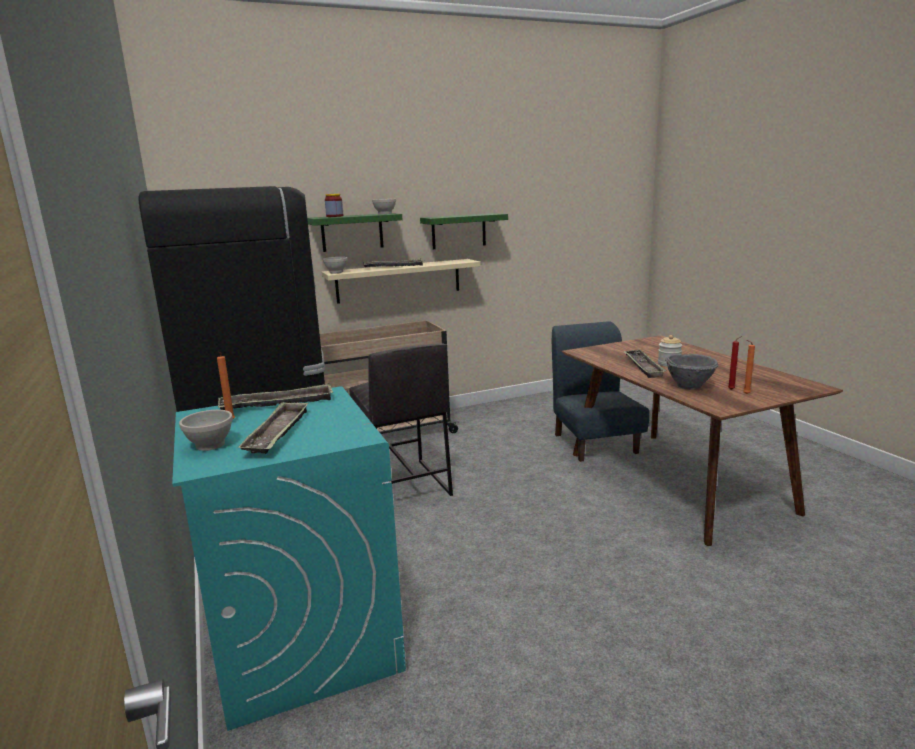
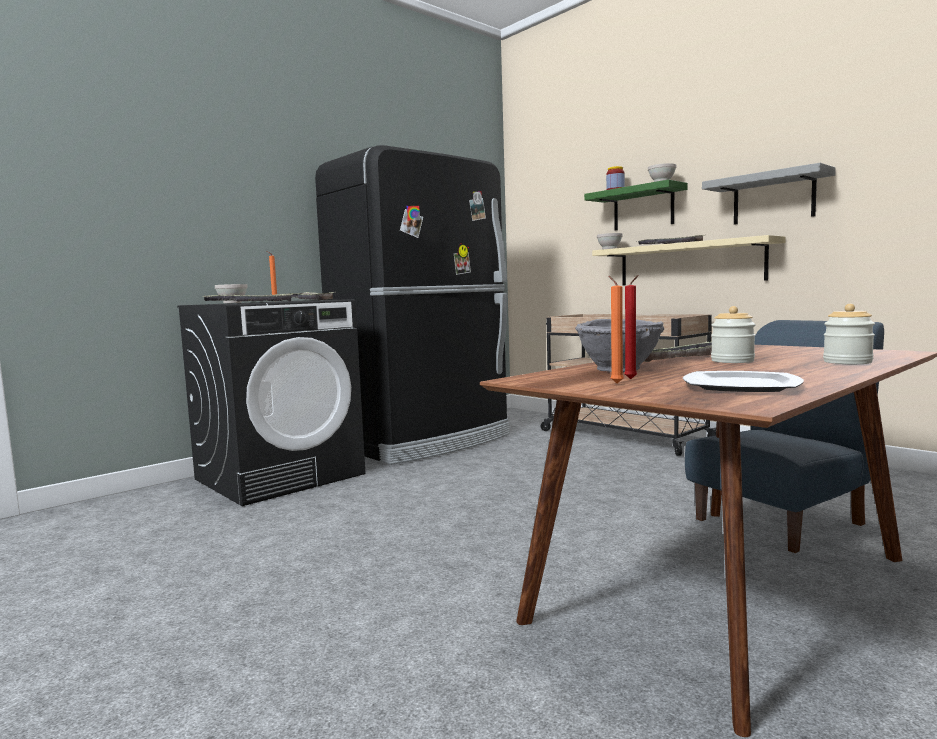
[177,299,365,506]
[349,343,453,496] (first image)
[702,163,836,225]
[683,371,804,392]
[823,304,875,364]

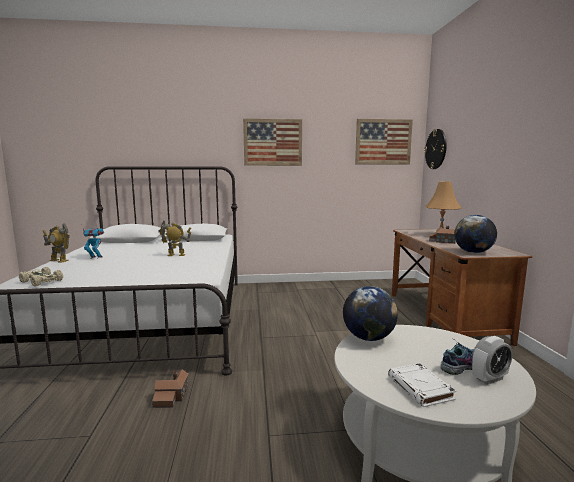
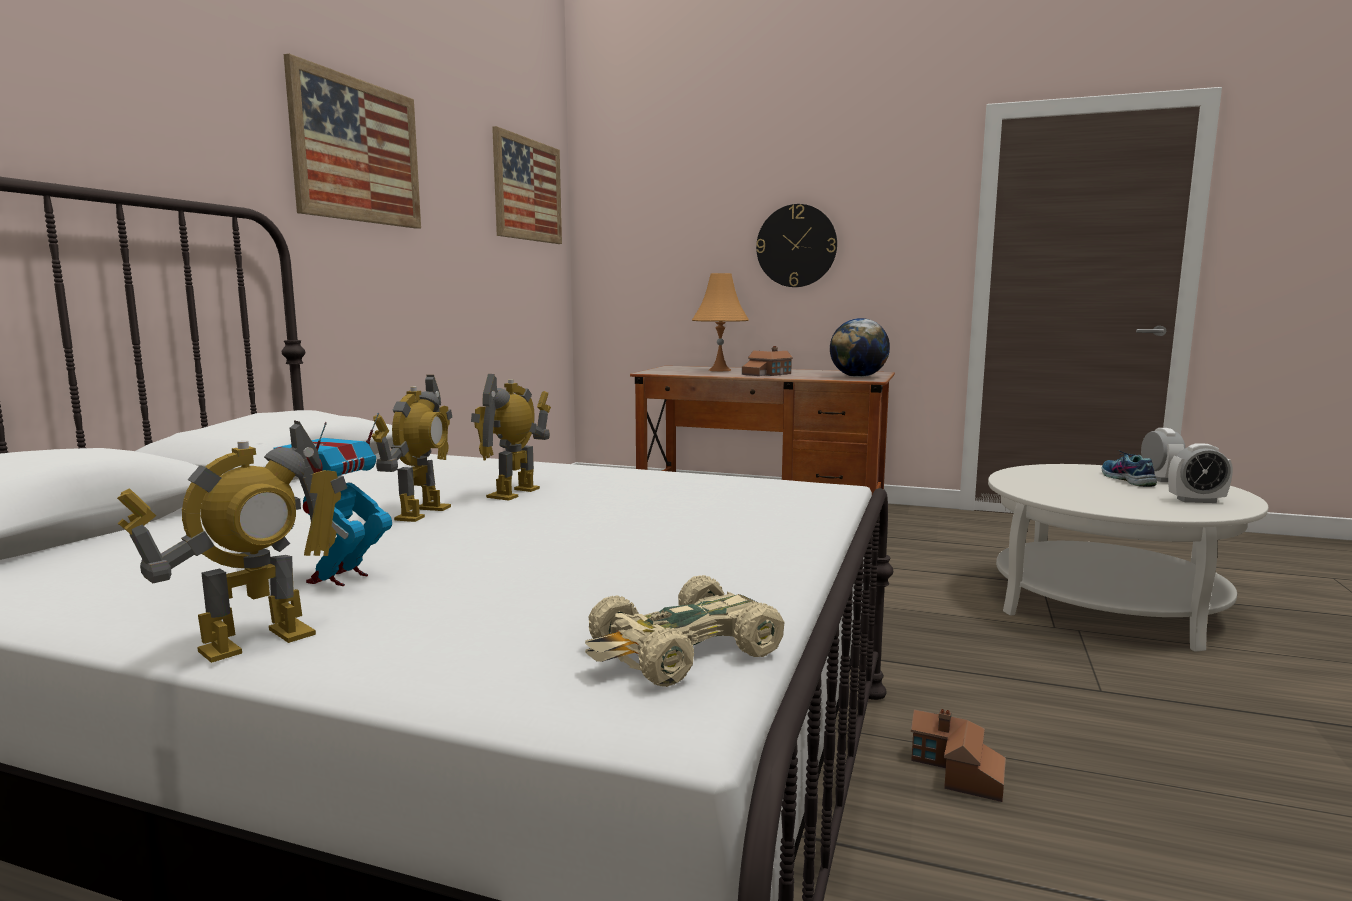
[343,286,398,341] (first image)
[1168,443,1233,503]
[756,204,837,287]
[372,375,452,522]

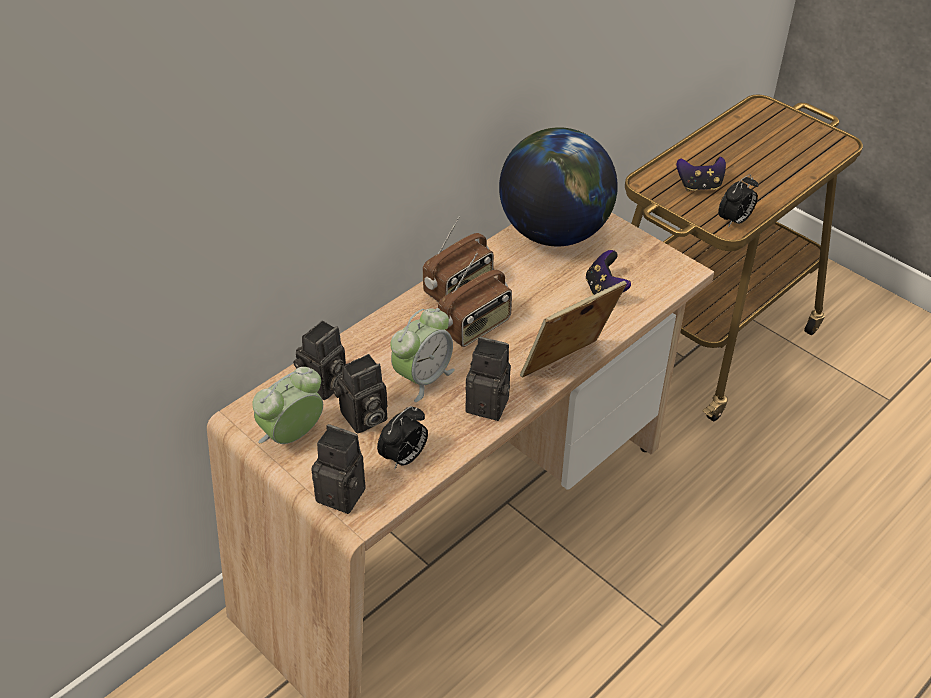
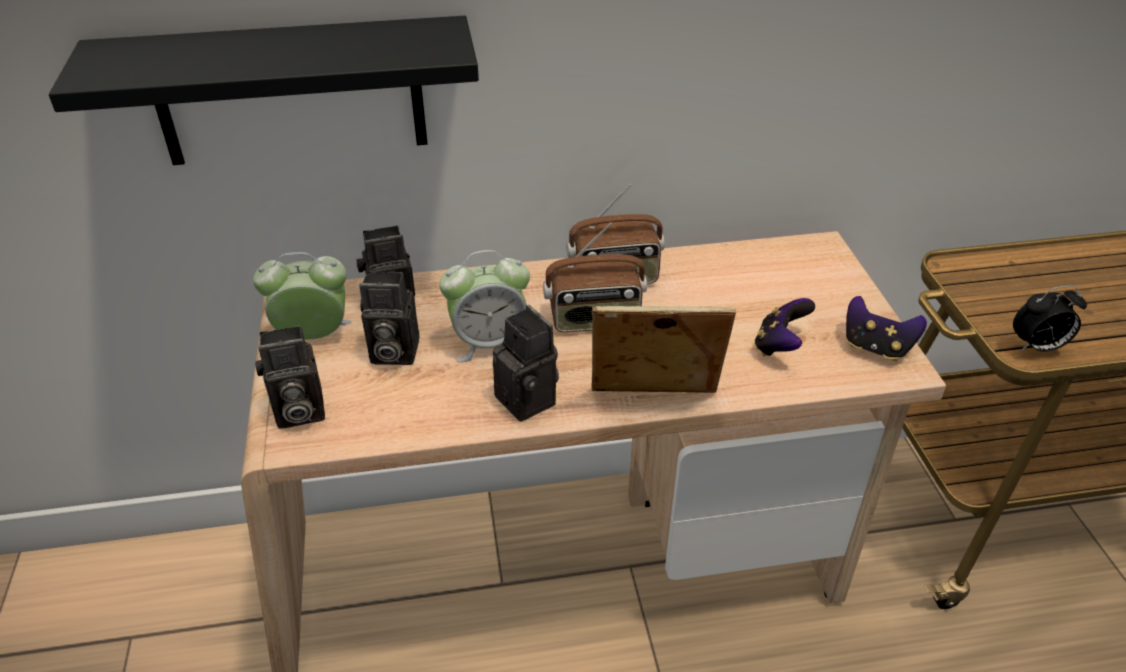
[255,325,325,428]
[377,406,428,469] (first image)
[499,127,618,246] (first image)
[846,296,927,361]
[49,16,479,165]

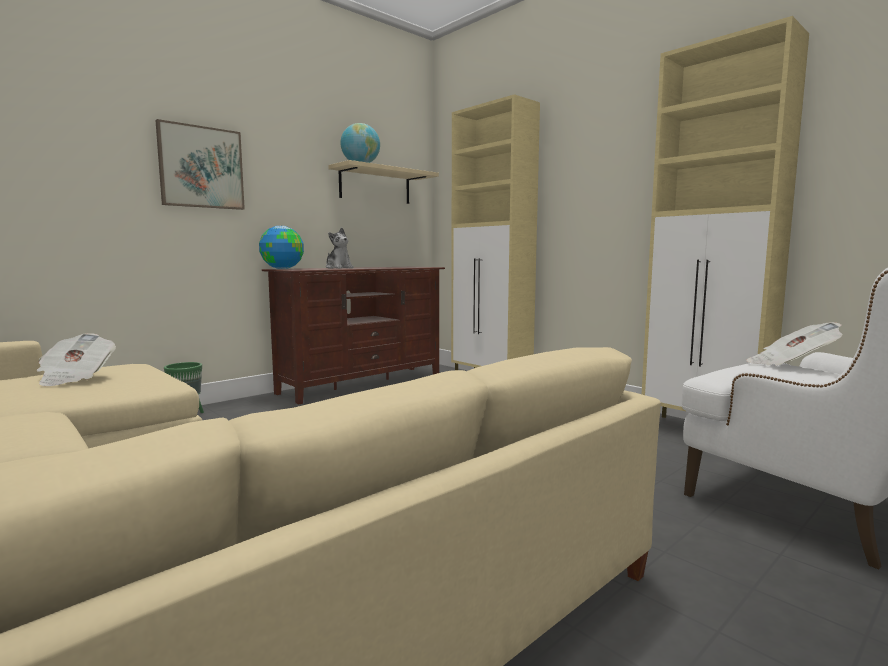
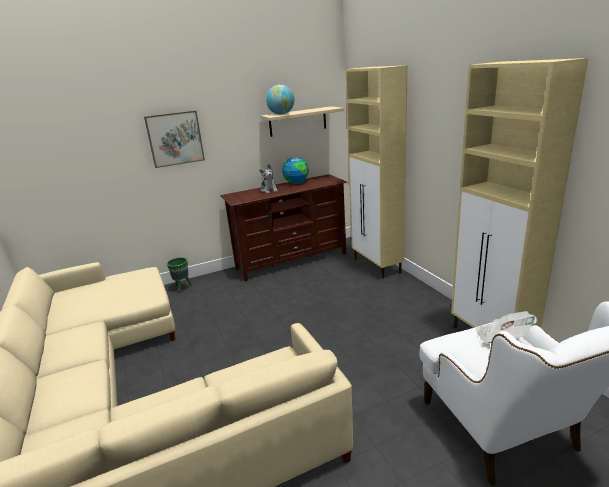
[36,333,116,386] (first image)
[282,157,309,184]

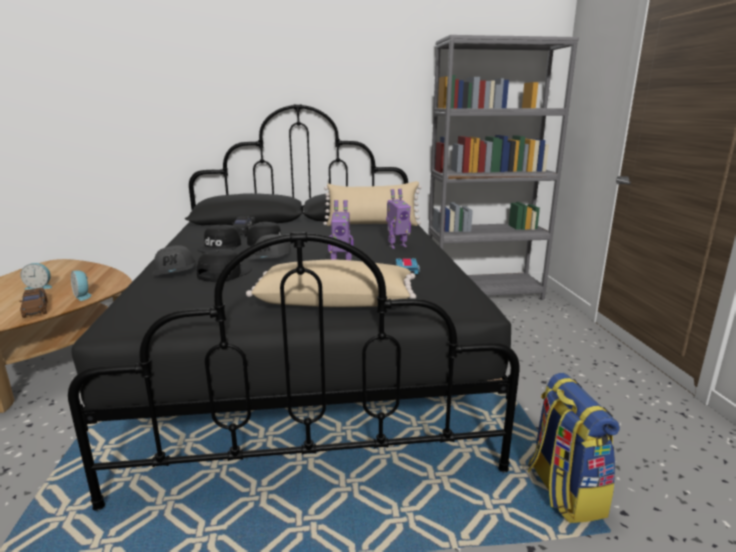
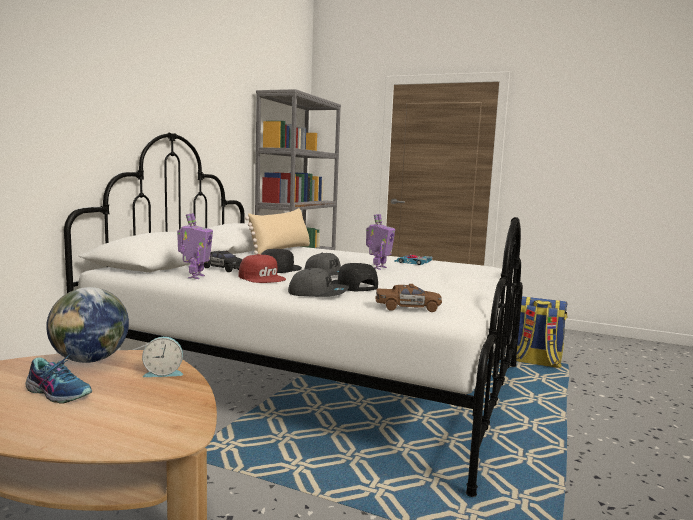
[375,284,442,312]
[25,354,92,404]
[64,133,523,497]
[239,254,286,283]
[246,259,416,307] (first image)
[177,213,213,279]
[46,287,129,363]

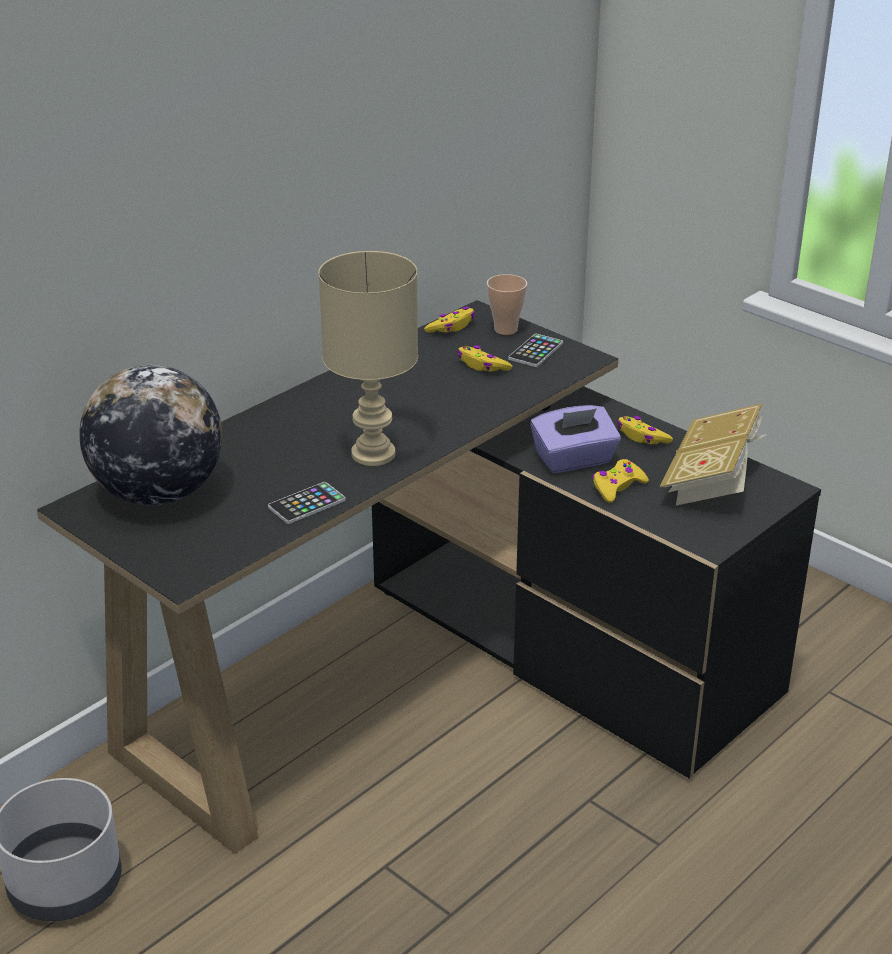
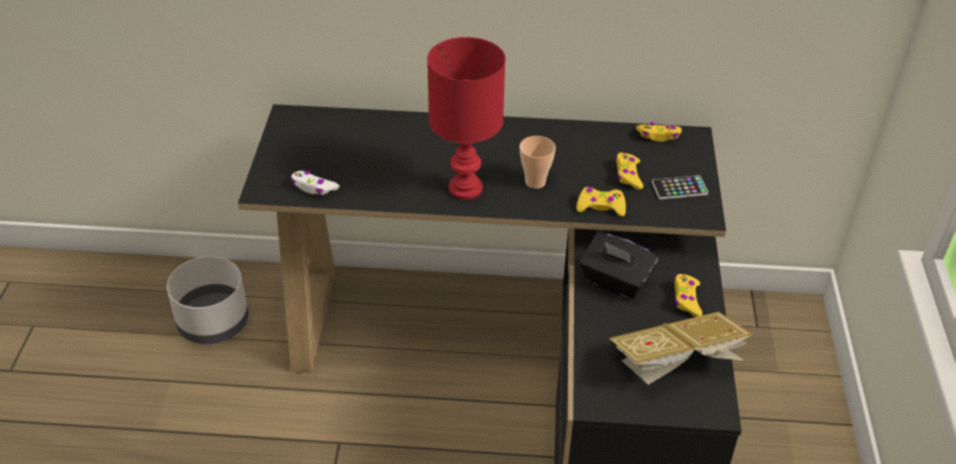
[79,365,222,506] (first image)
[268,482,346,524] (first image)
[427,37,506,200]
[519,136,556,189]
[580,233,658,299]
[576,187,626,217]
[290,171,340,195]

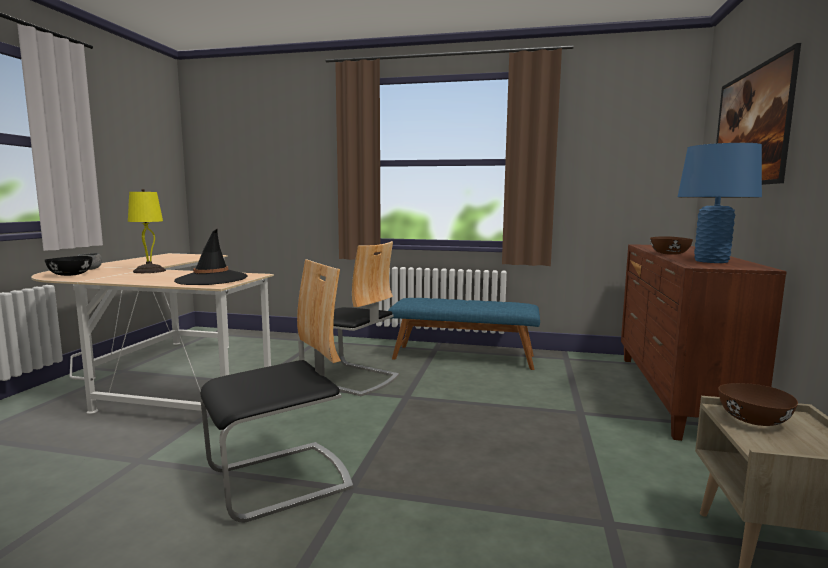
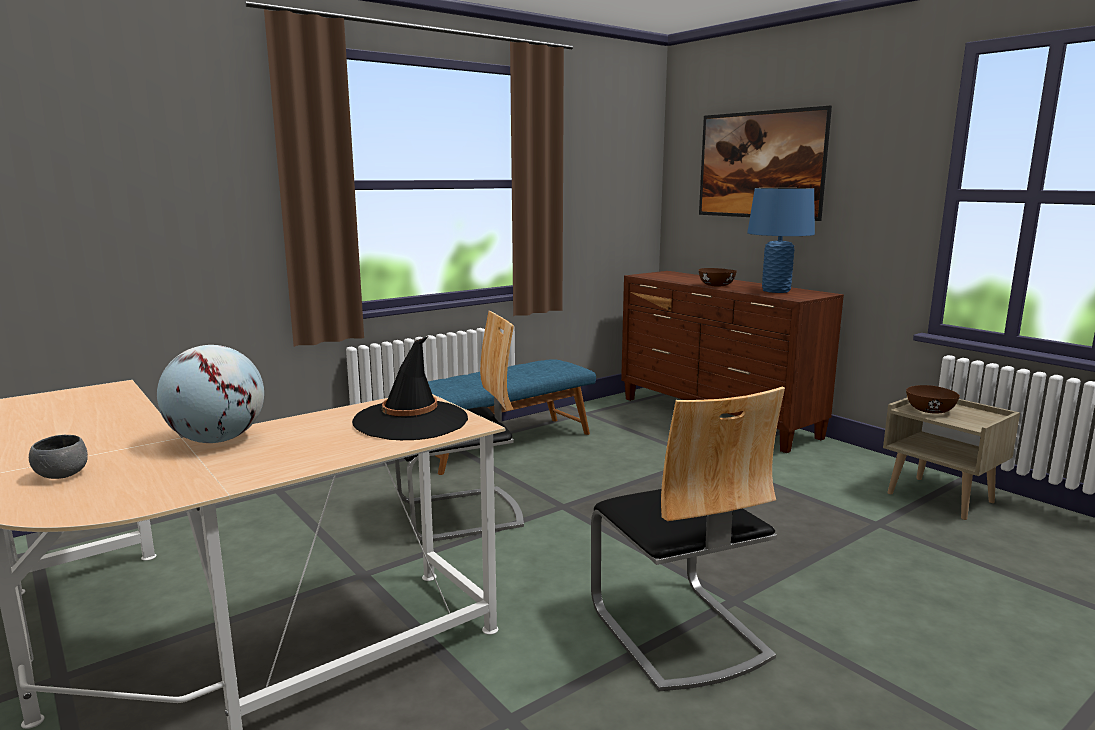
[45,256,93,276] (first image)
[157,345,264,443]
[591,387,785,691]

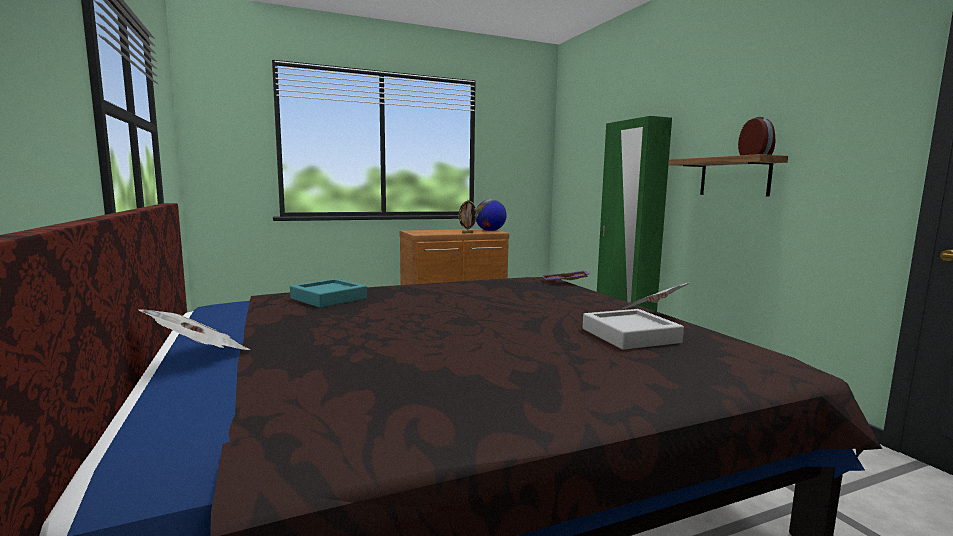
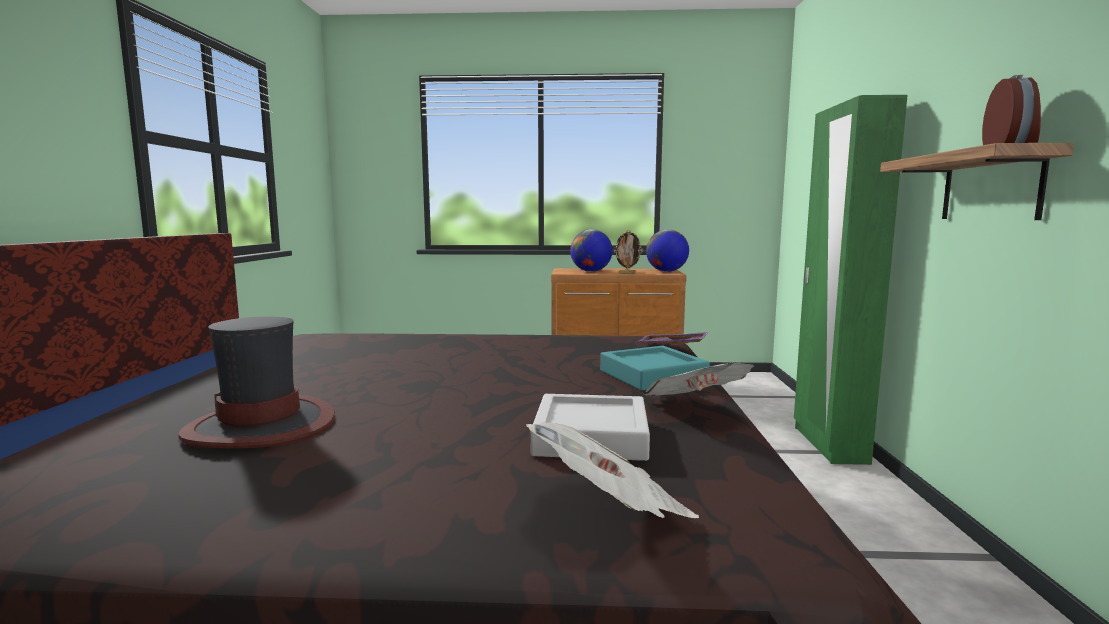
[526,422,699,518]
[600,346,710,391]
[179,316,335,448]
[570,229,613,272]

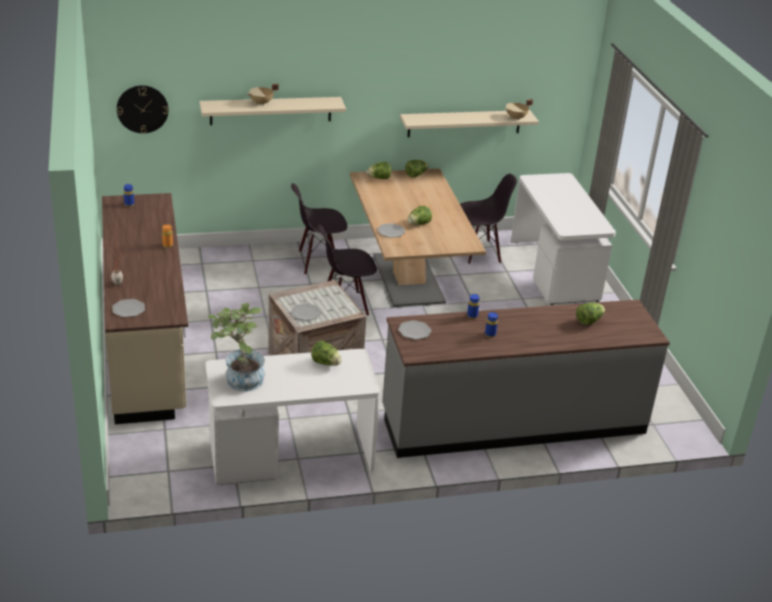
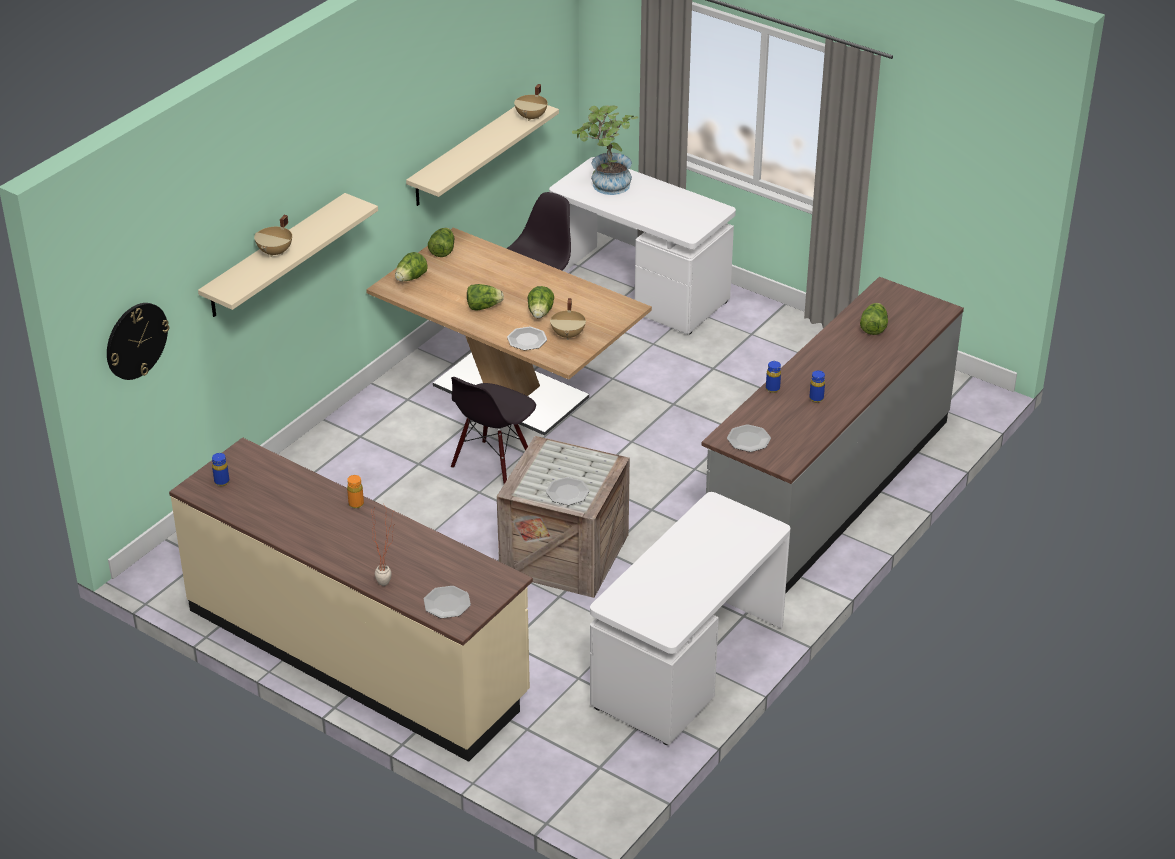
[572,105,638,195]
[291,183,347,275] (first image)
[467,284,504,311]
[550,298,586,340]

